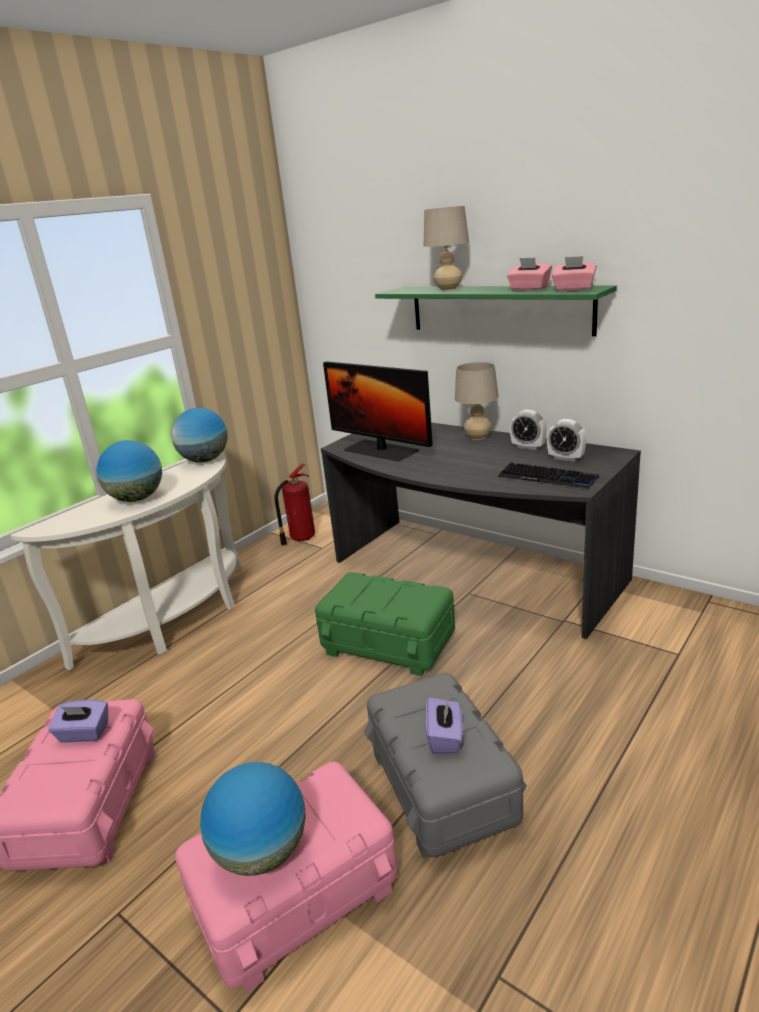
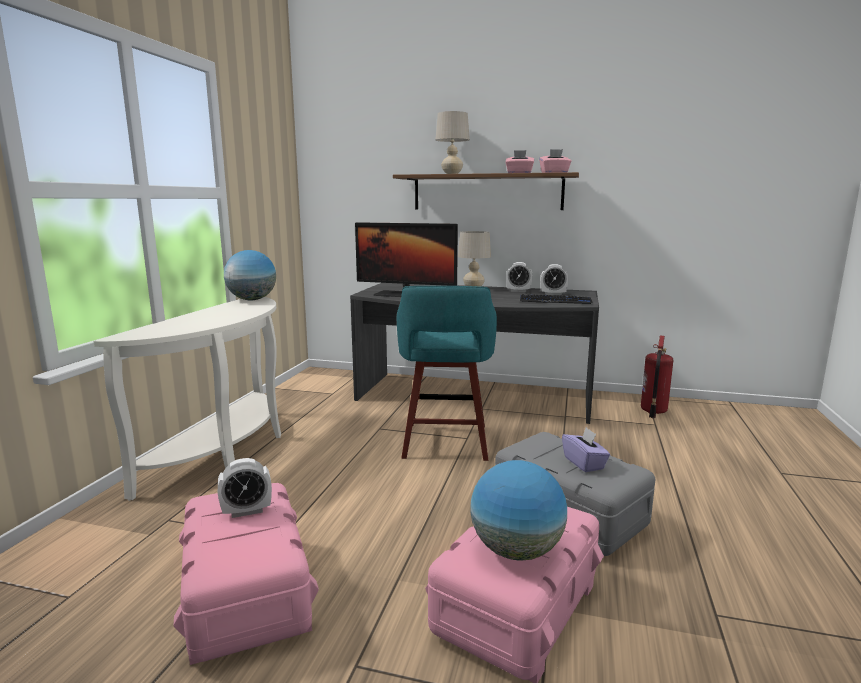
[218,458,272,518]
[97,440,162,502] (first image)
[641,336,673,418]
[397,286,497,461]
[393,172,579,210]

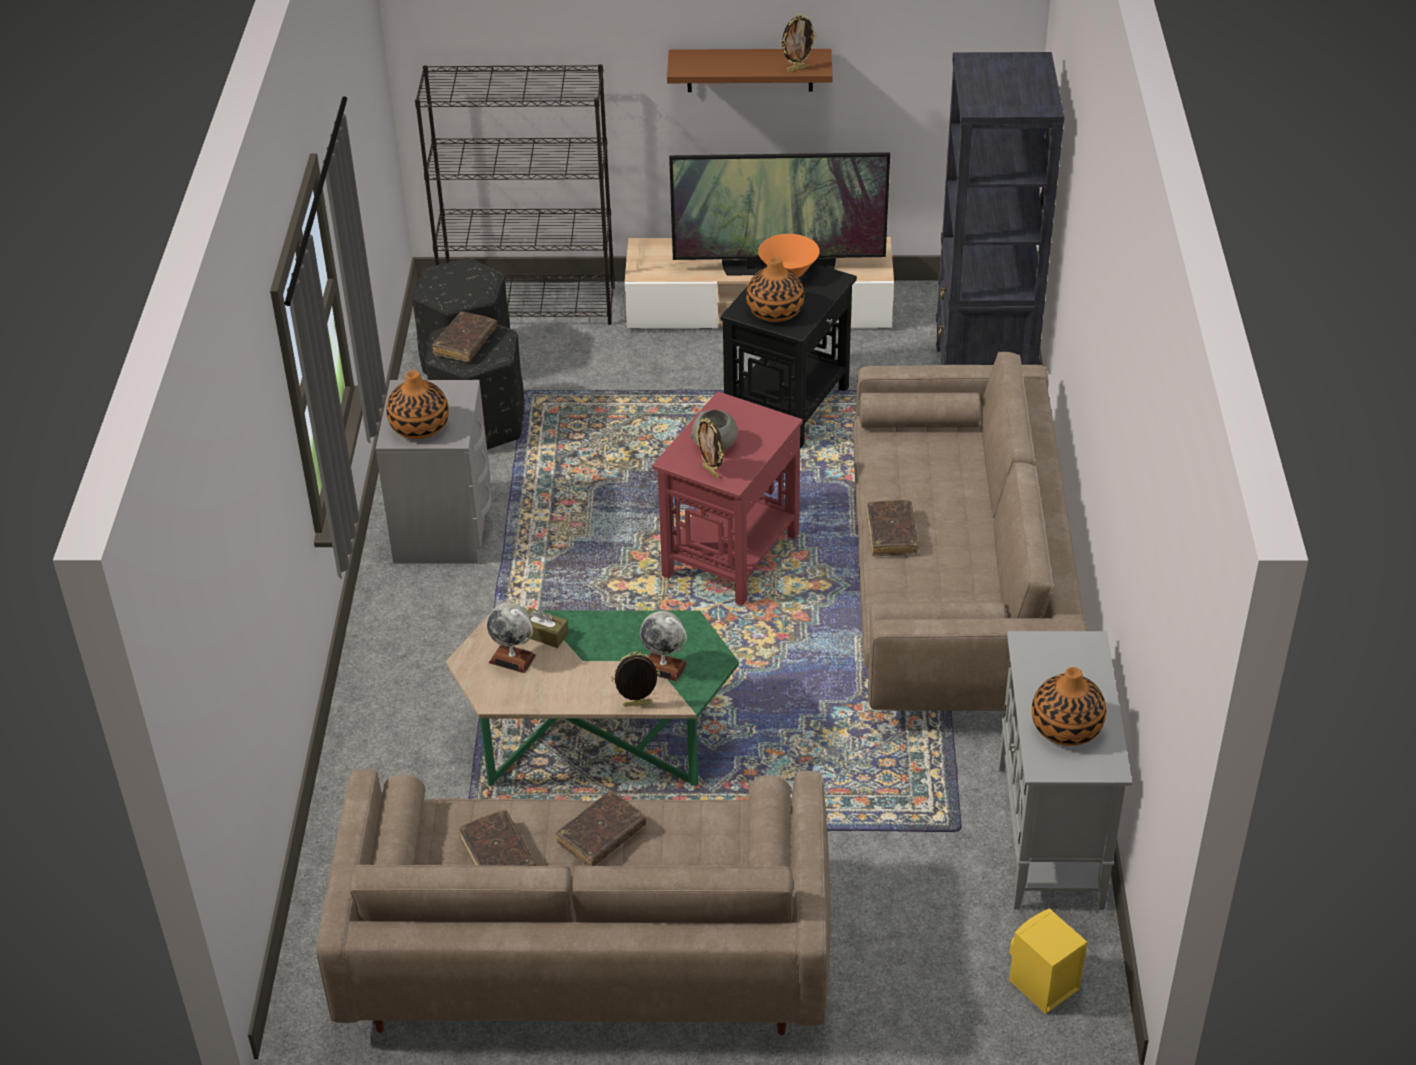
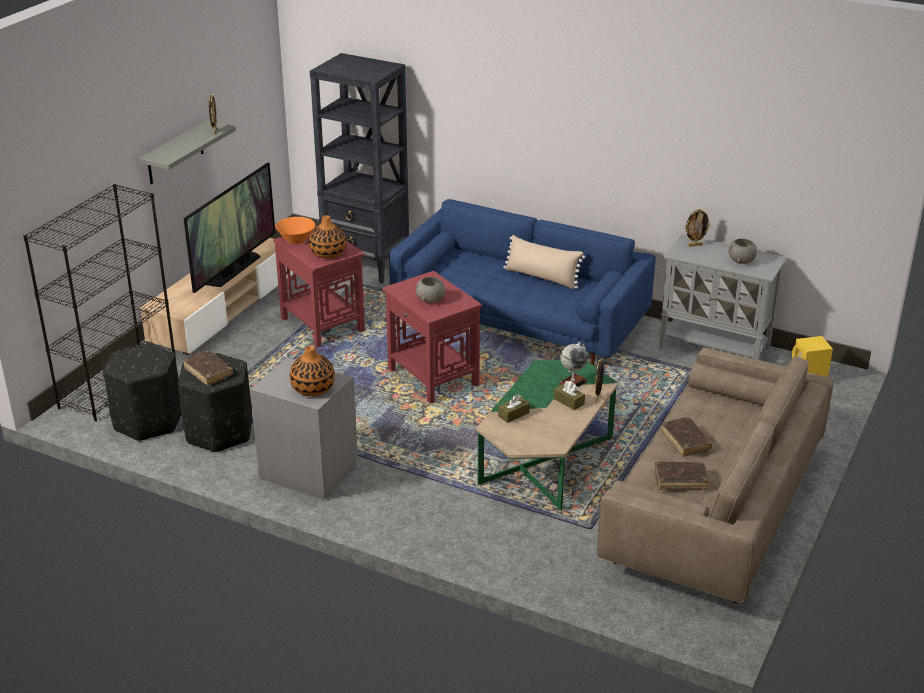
[487,603,536,673] (first image)
[139,120,236,184]
[685,209,711,247]
[273,226,365,348]
[389,199,656,365]
[866,500,919,556] (first image)
[728,238,757,264]
[503,235,585,289]
[554,381,585,410]

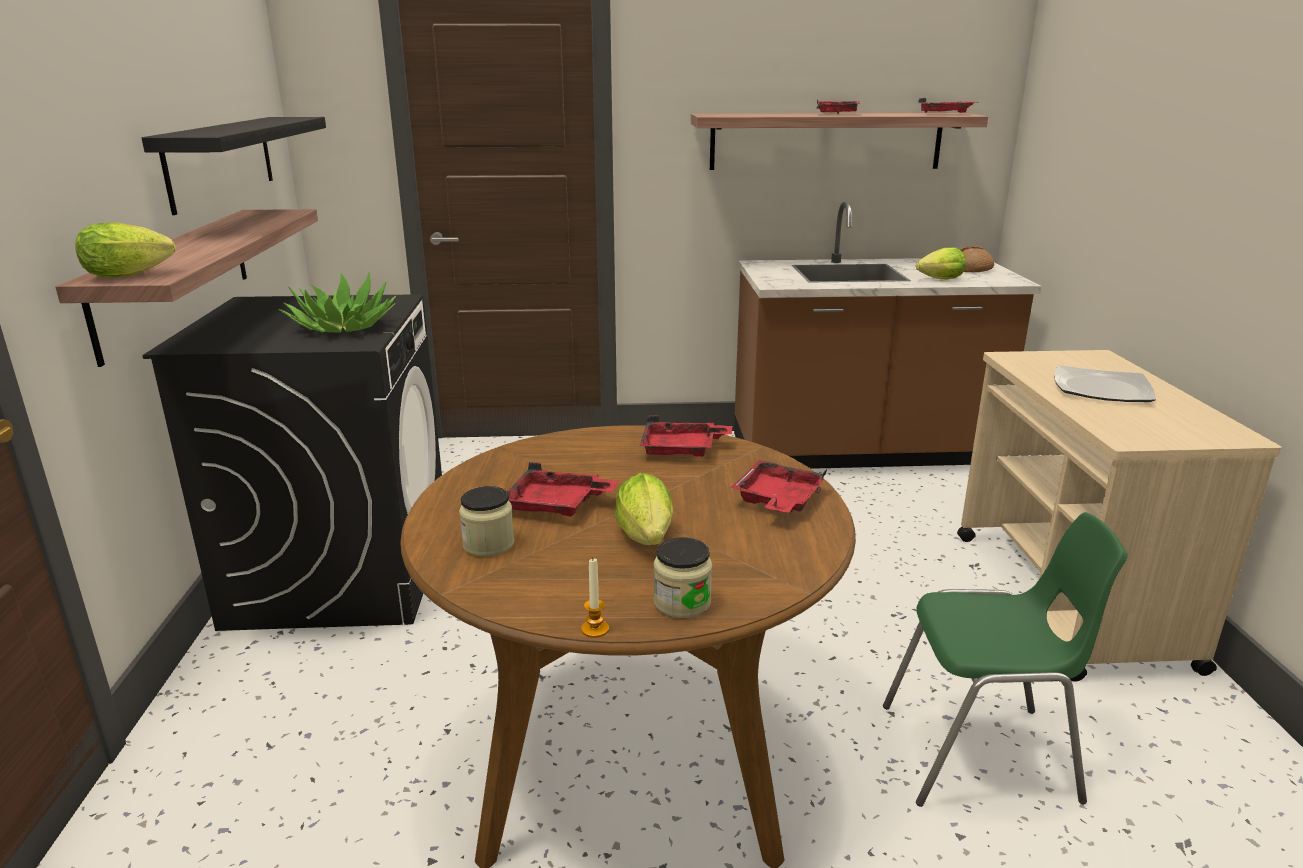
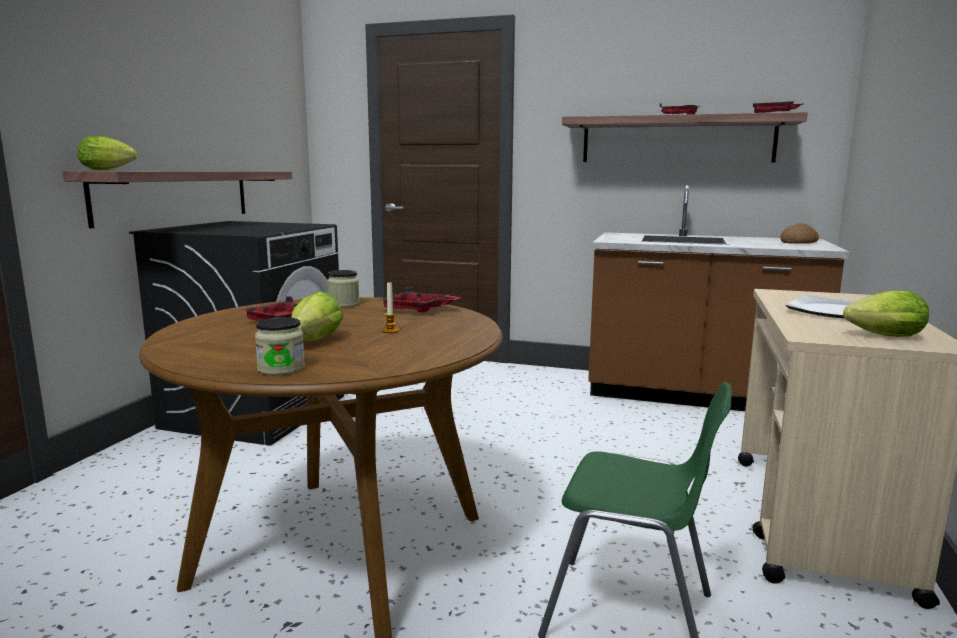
[142,117,326,215] (first image)
[278,272,396,333] (first image)
[327,270,360,308]
[382,281,399,333]
[730,460,827,513] (first image)
[843,290,929,337]

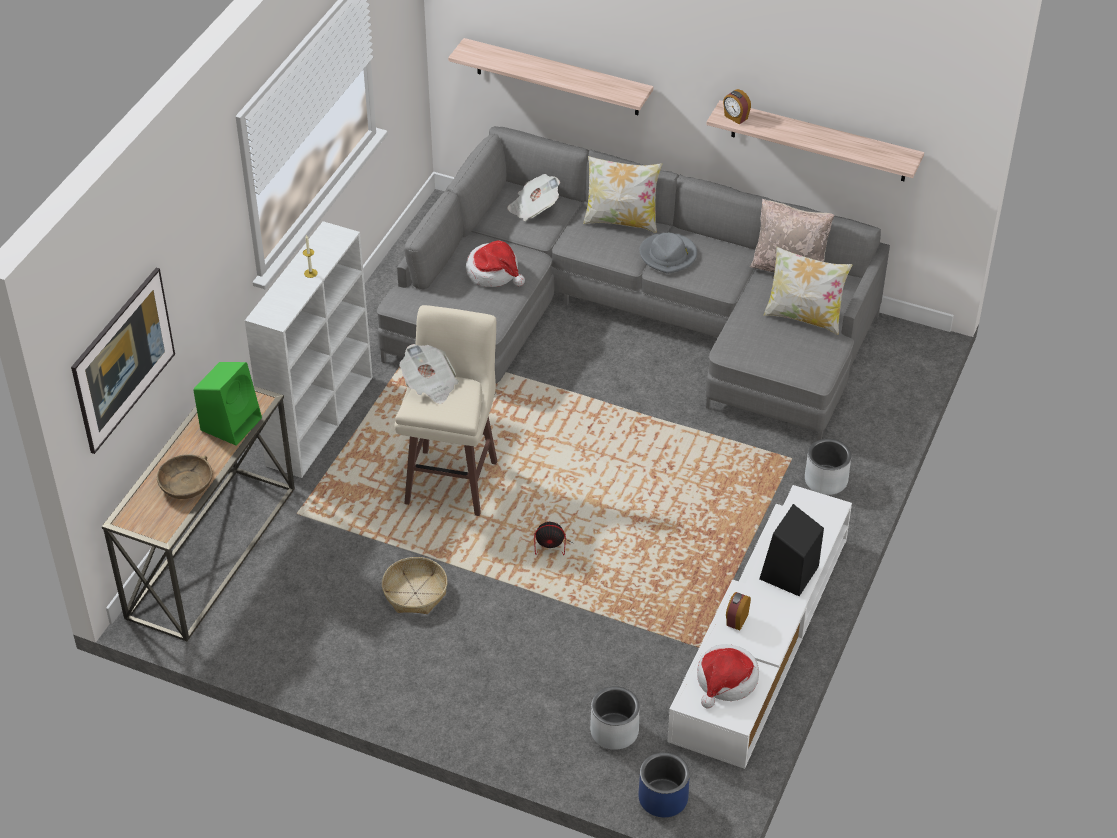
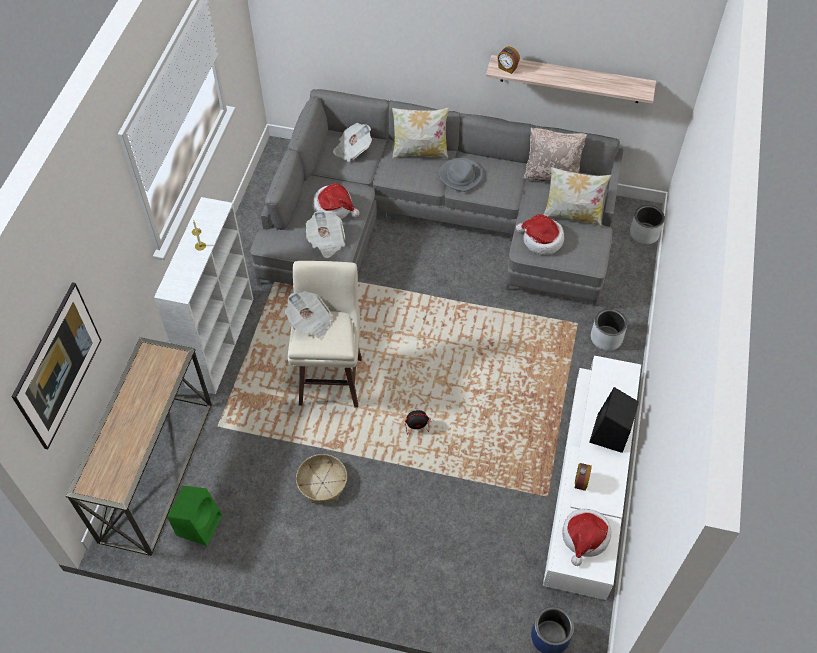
[157,454,212,499] (first image)
[167,486,222,546]
[448,38,653,115] (first image)
[630,205,665,244]
[306,210,346,258]
[516,214,564,255]

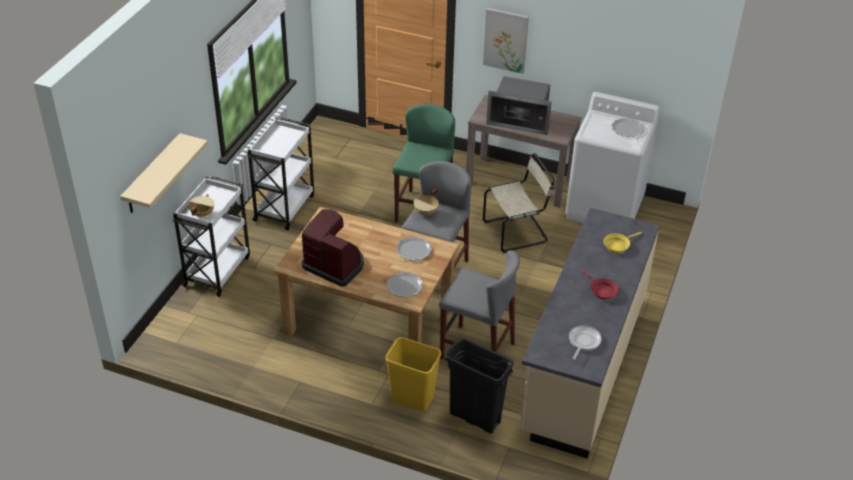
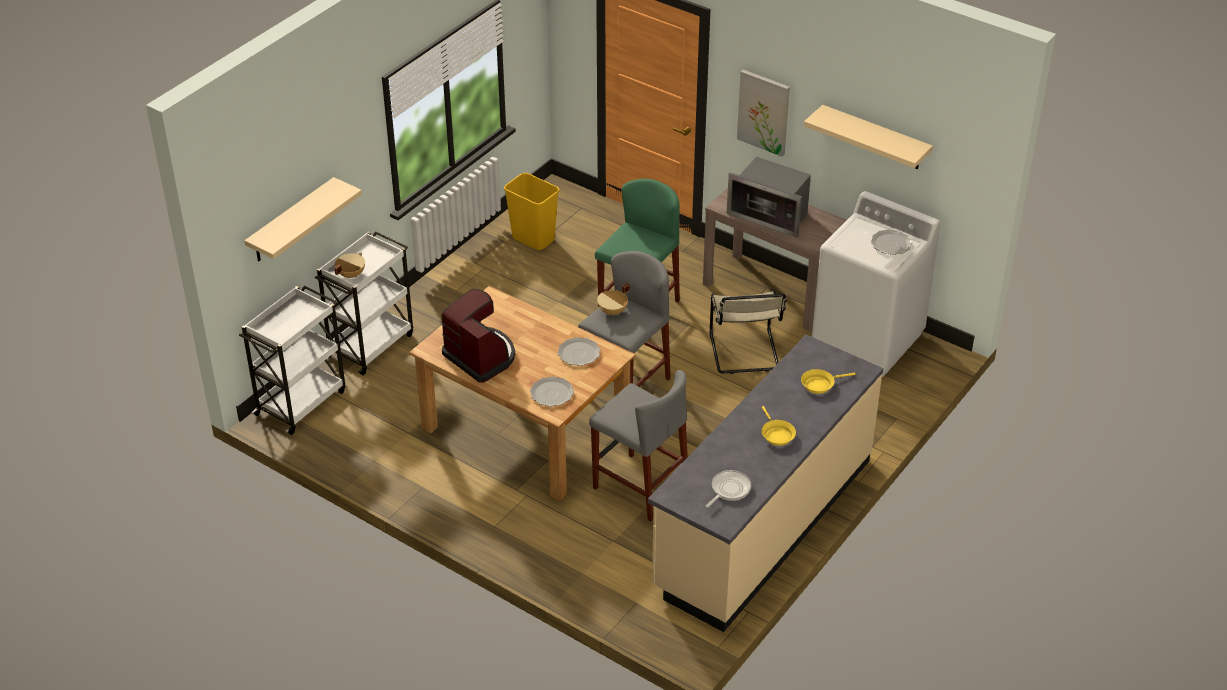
[239,285,345,435]
[504,173,560,250]
[445,337,514,433] (first image)
[710,290,787,374]
[762,406,796,446]
[804,105,933,169]

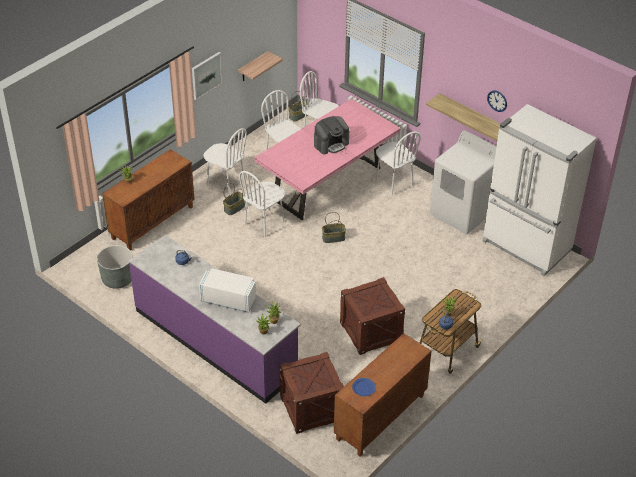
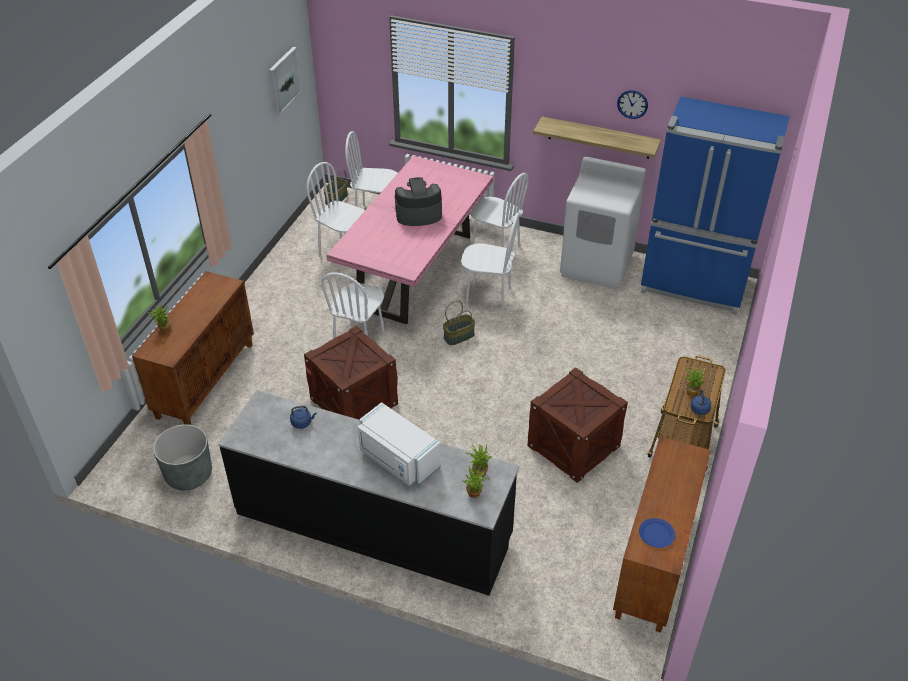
[218,390,519,596]
[269,47,302,116]
[358,402,441,486]
[461,213,519,312]
[223,183,245,215] (first image)
[238,51,283,81] (first image)
[304,325,398,419]
[395,177,442,226]
[641,96,790,315]

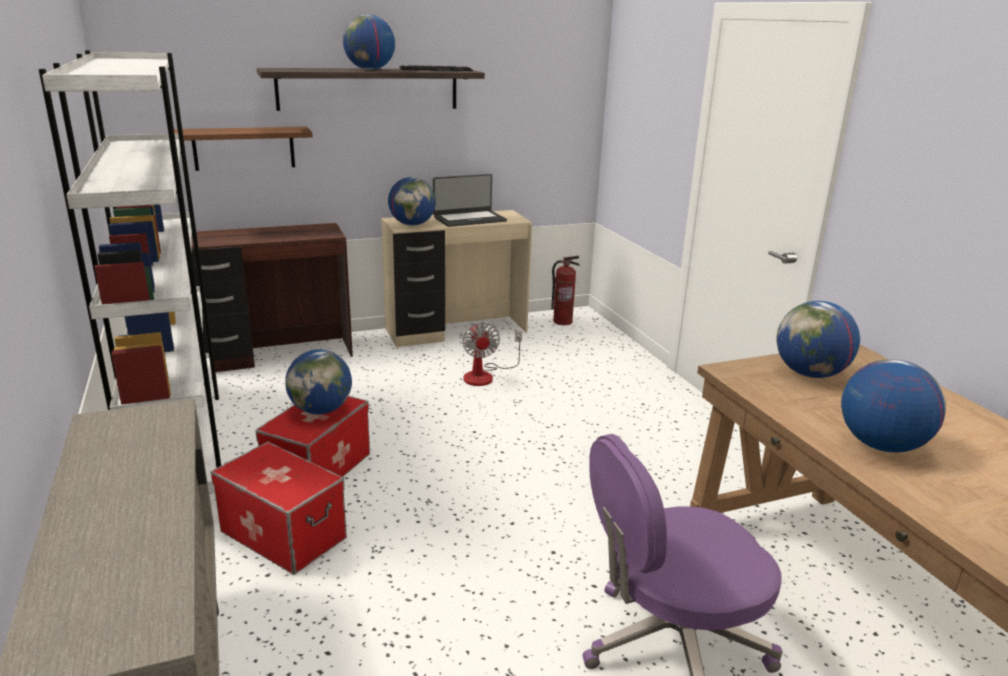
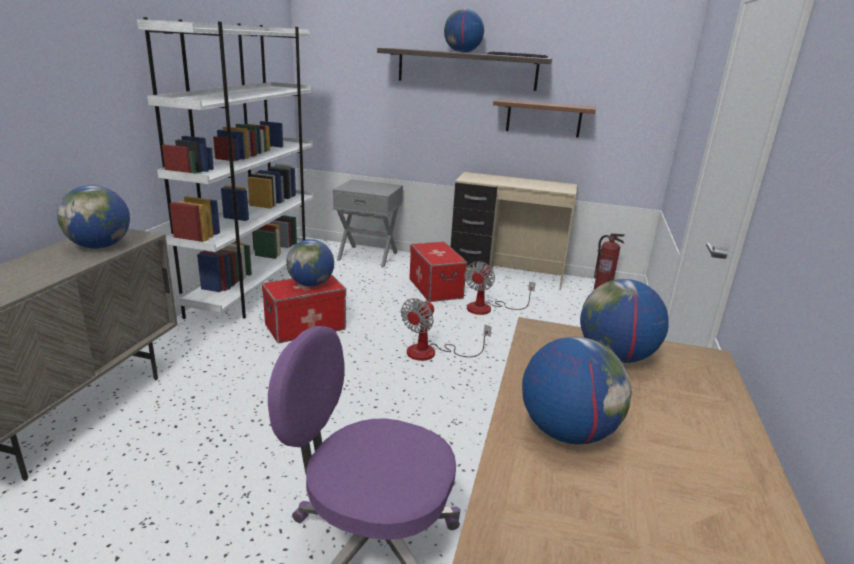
[493,99,596,138]
[333,179,403,268]
[409,242,467,302]
[57,185,130,249]
[433,174,507,227] (first image)
[401,298,491,361]

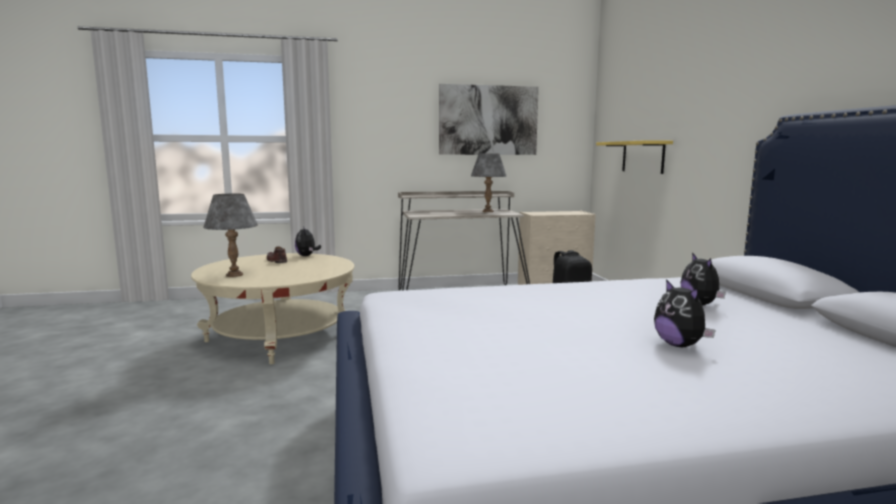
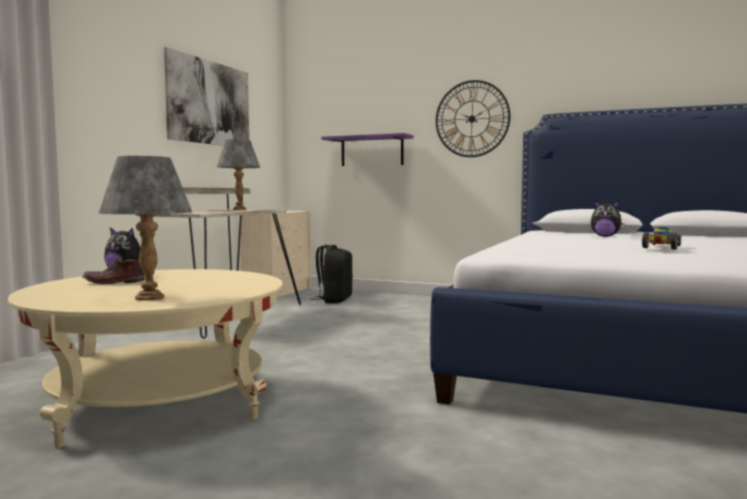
[321,133,414,166]
[654,279,716,347] (first image)
[436,80,510,157]
[642,227,681,250]

